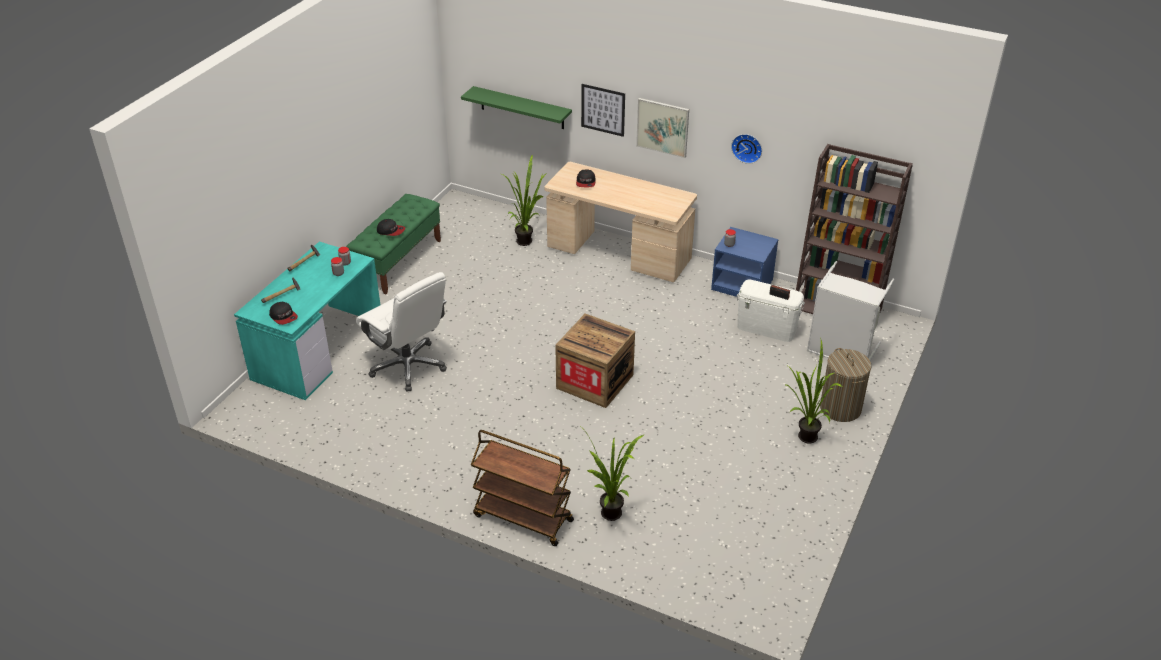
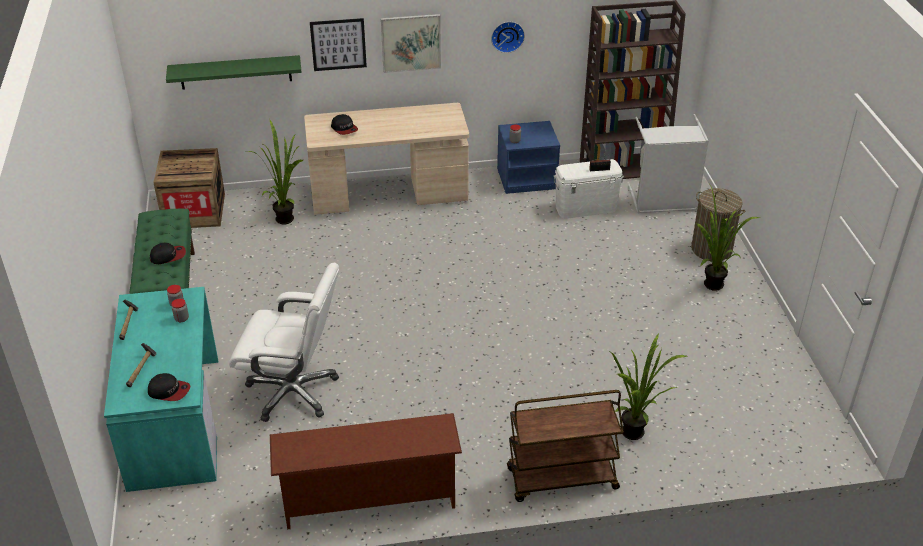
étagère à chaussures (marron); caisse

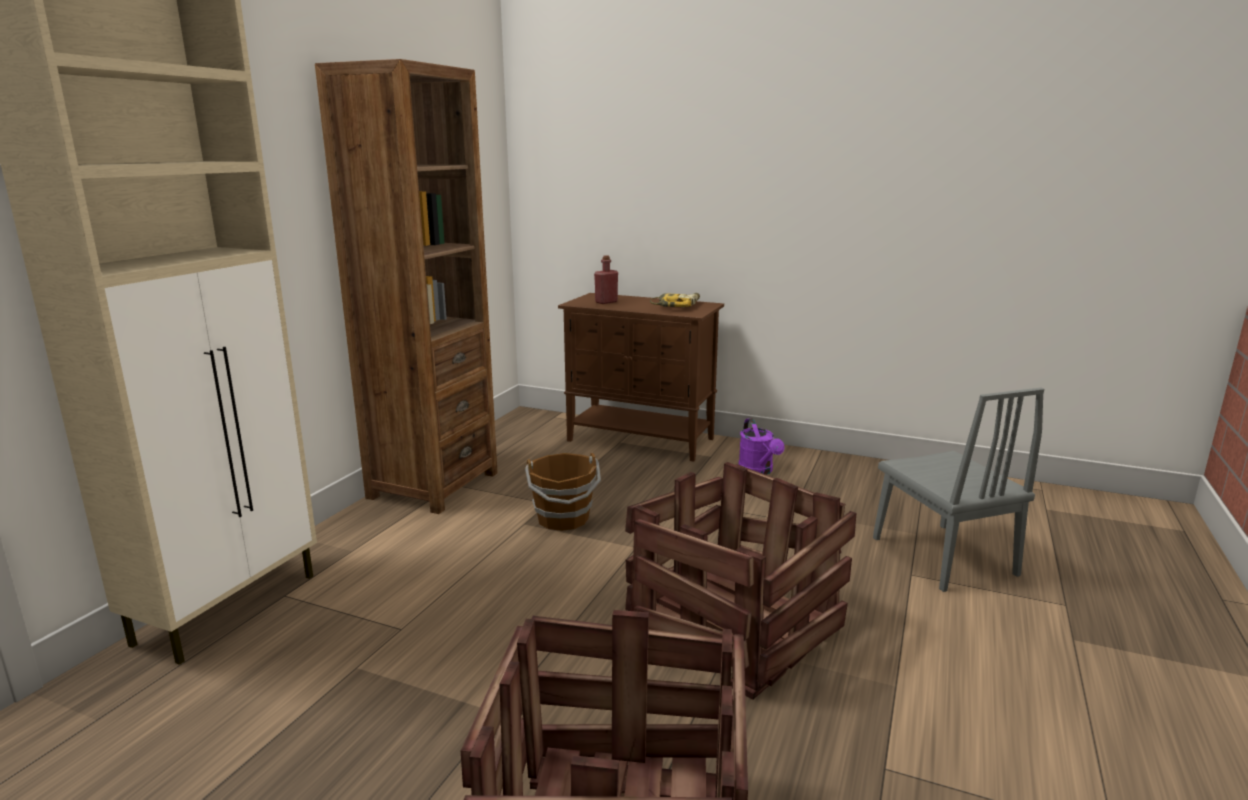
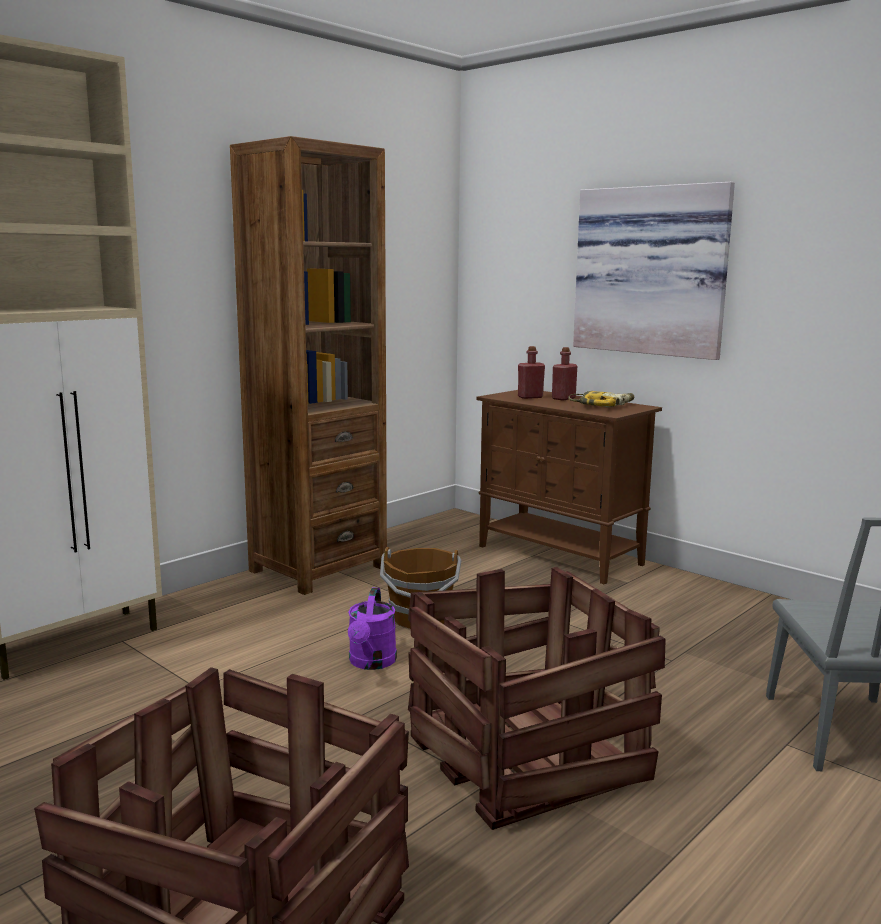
bouteille (rouge) (no. 2 from left); tableau; arrosoir (violet)

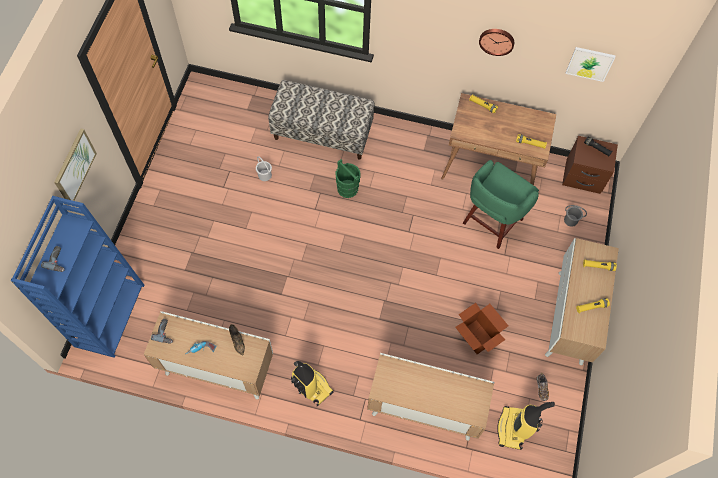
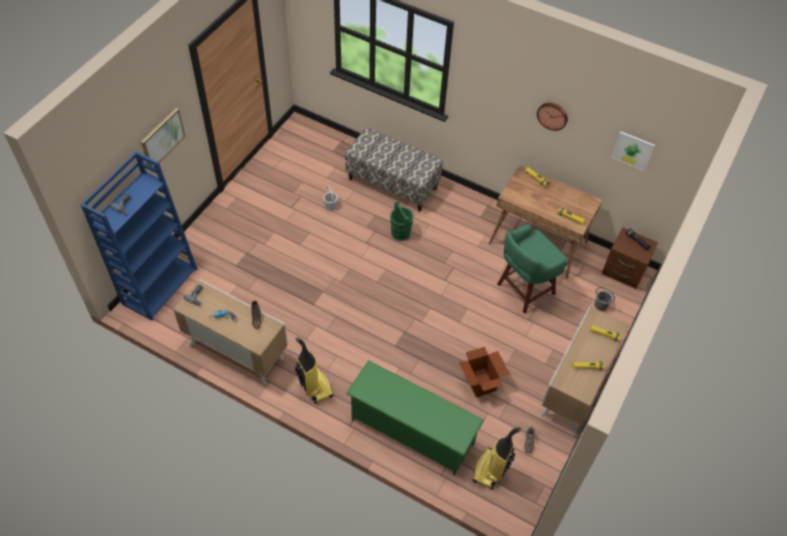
étagère à chaussures (vert)

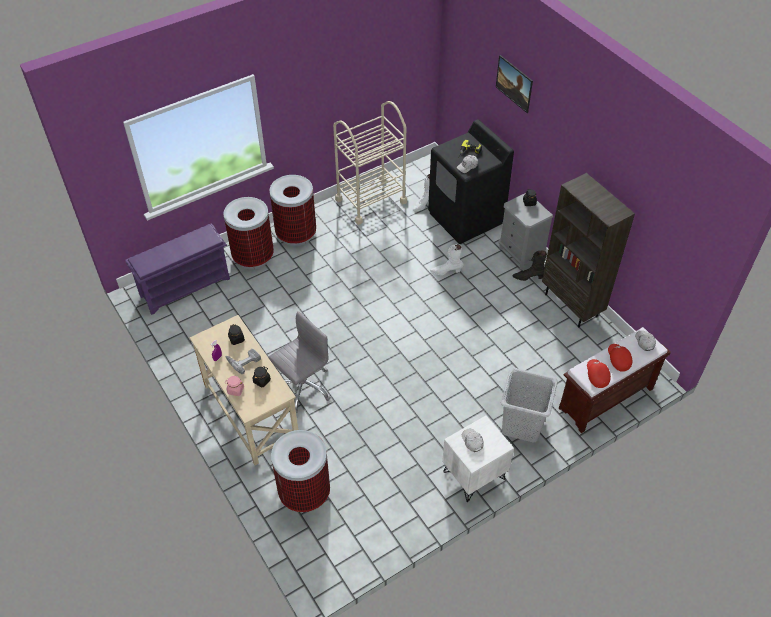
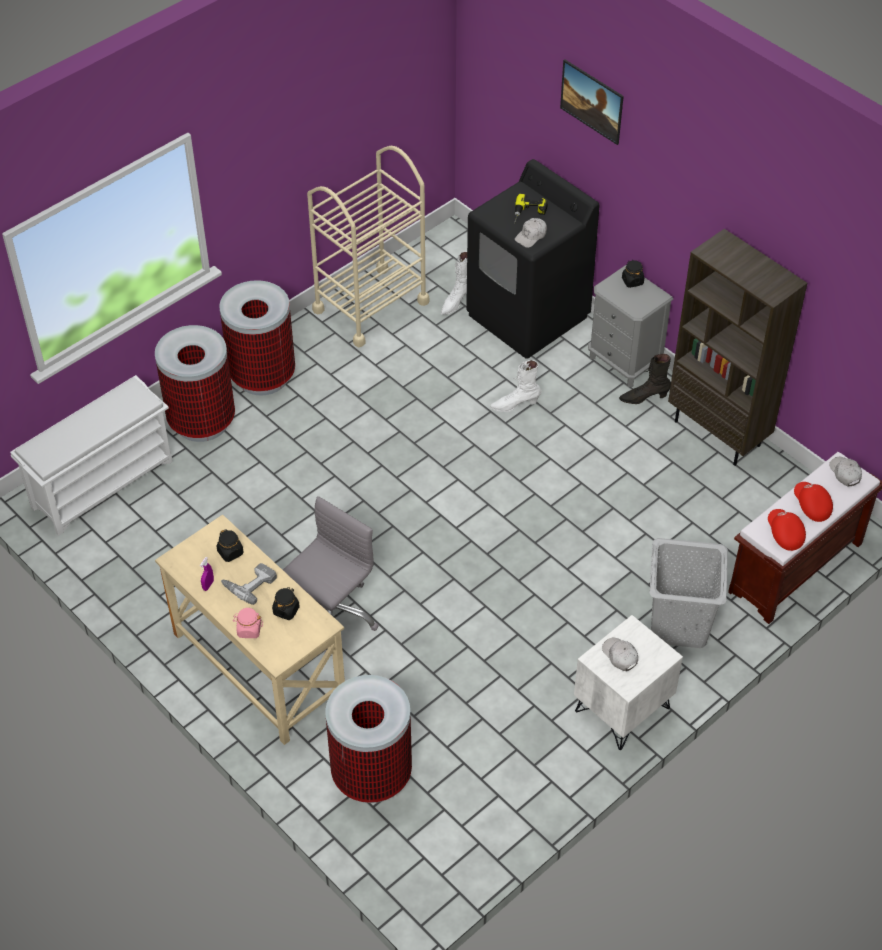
étagère à chaussures (blanc)

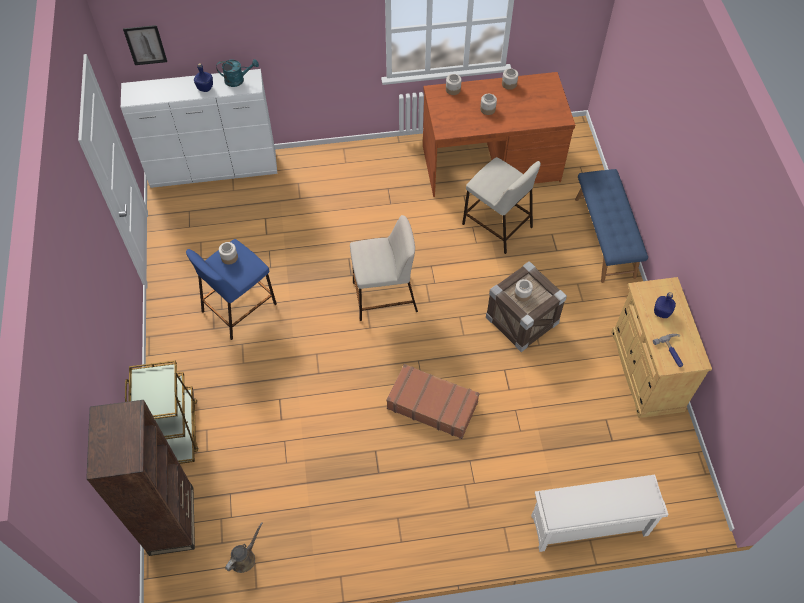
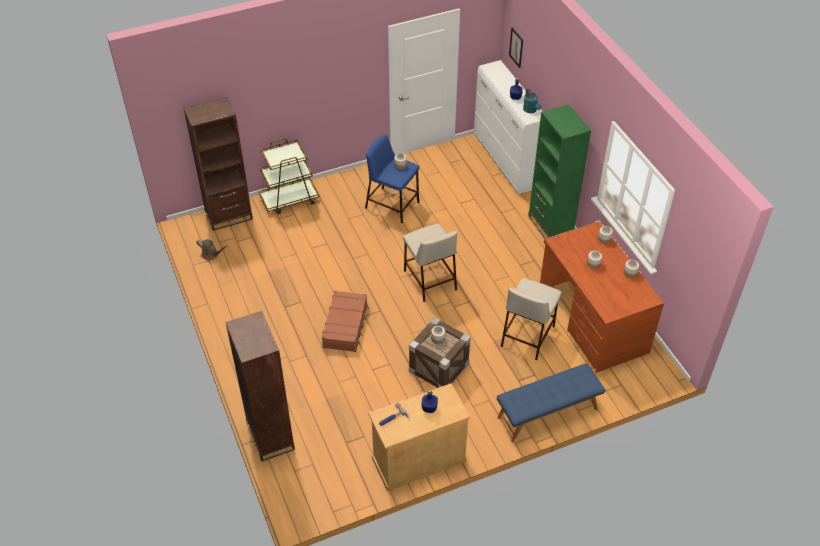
bibliothèque (vert); bibliothèque (marron) (no. 2 from left)

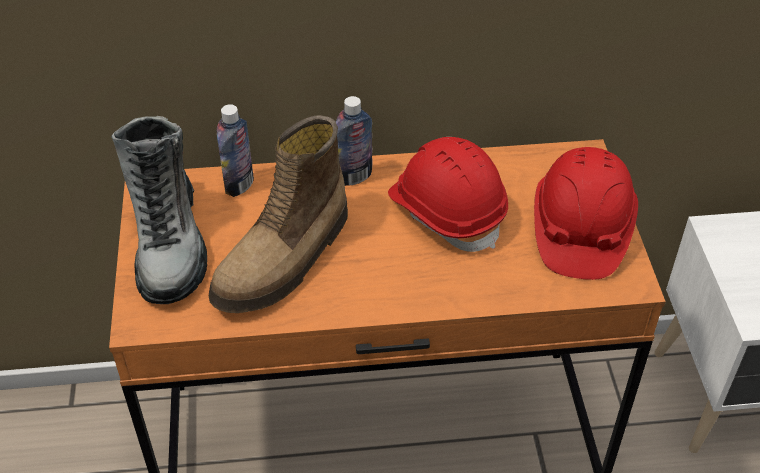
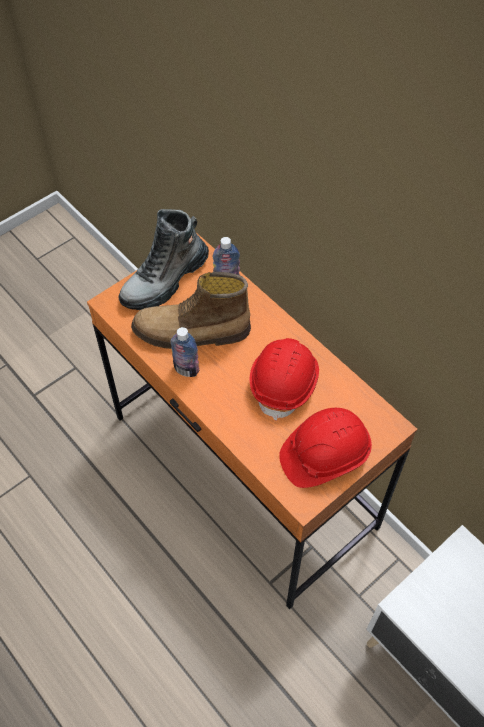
bouteille (no. 1 from left)

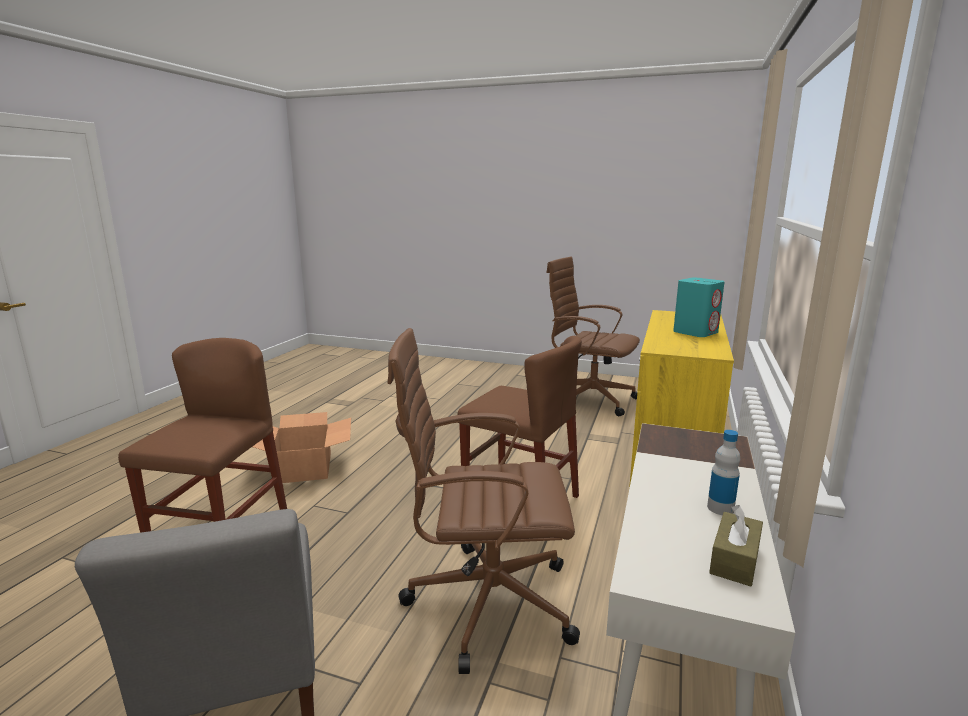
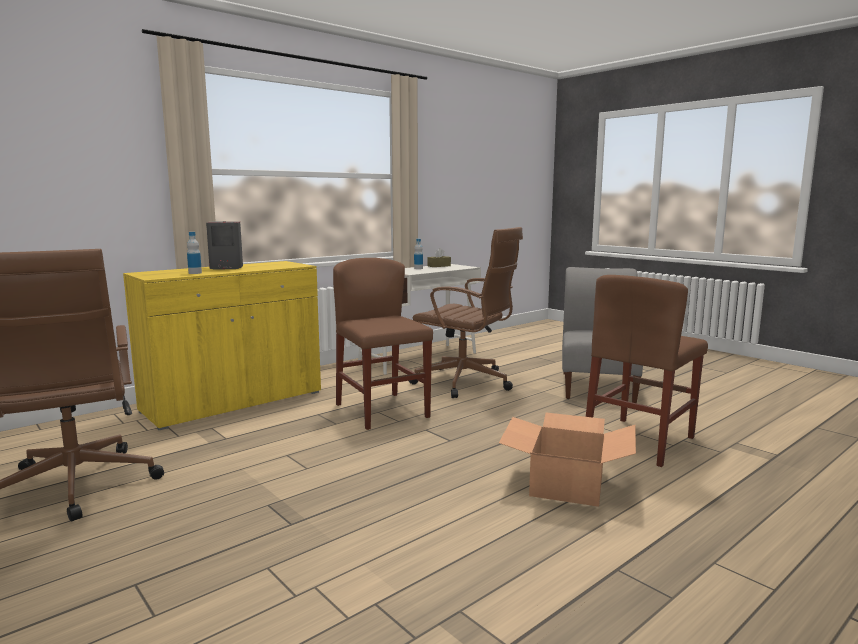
bouteille (no. 1 from left); enceinte (gris)

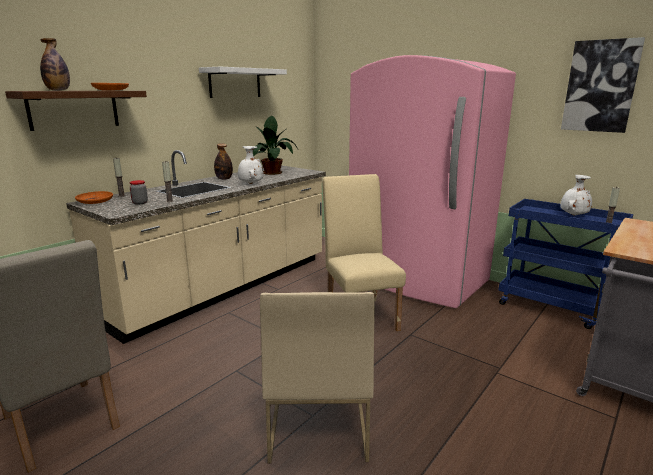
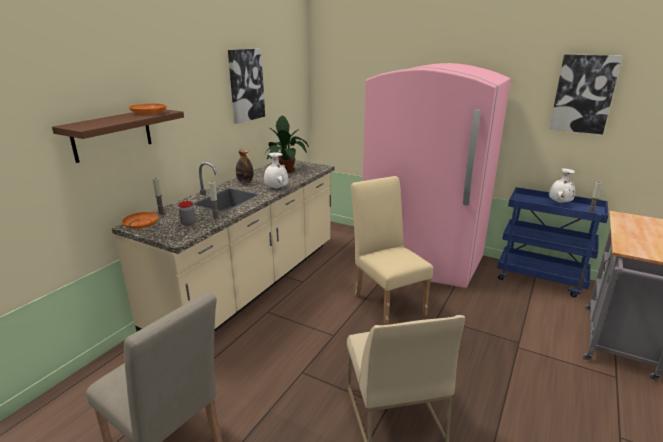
bouteille (no. 1 from left in the first image); tableau (no. 1 from left)

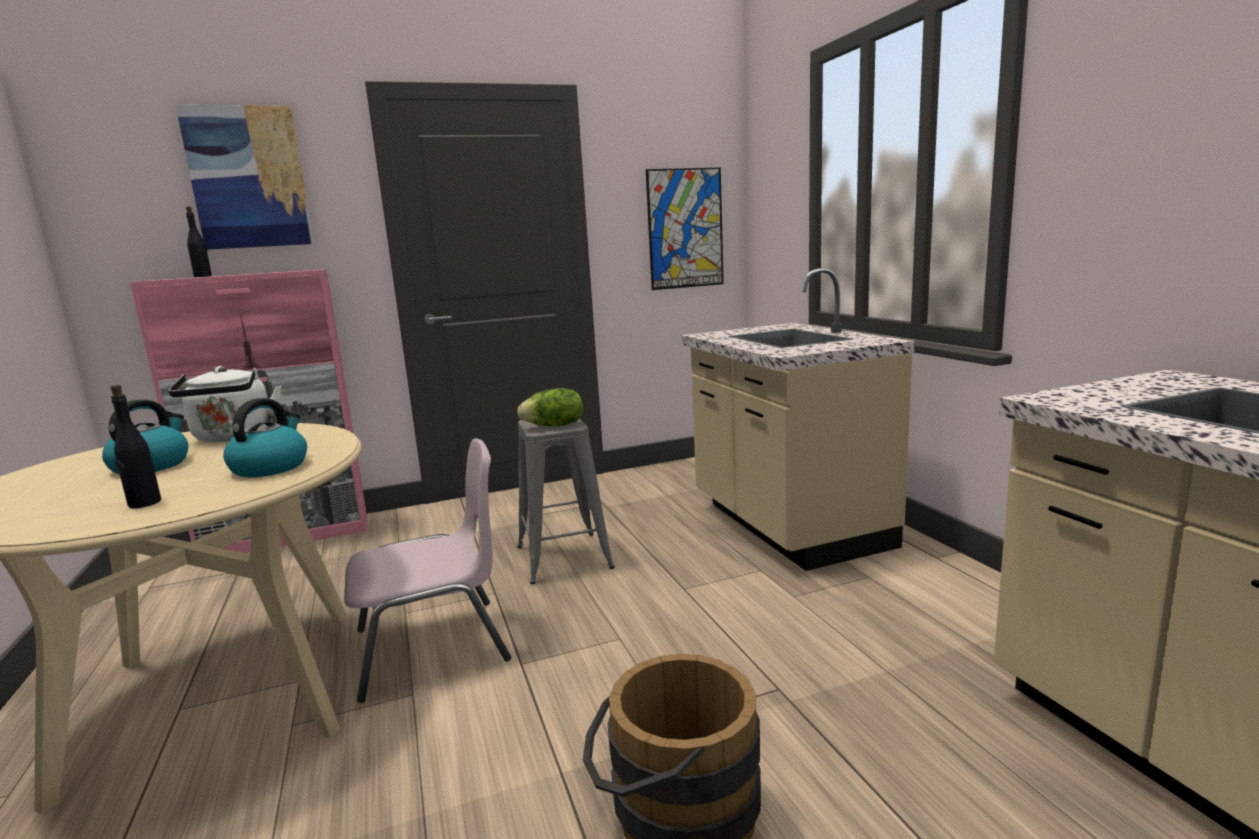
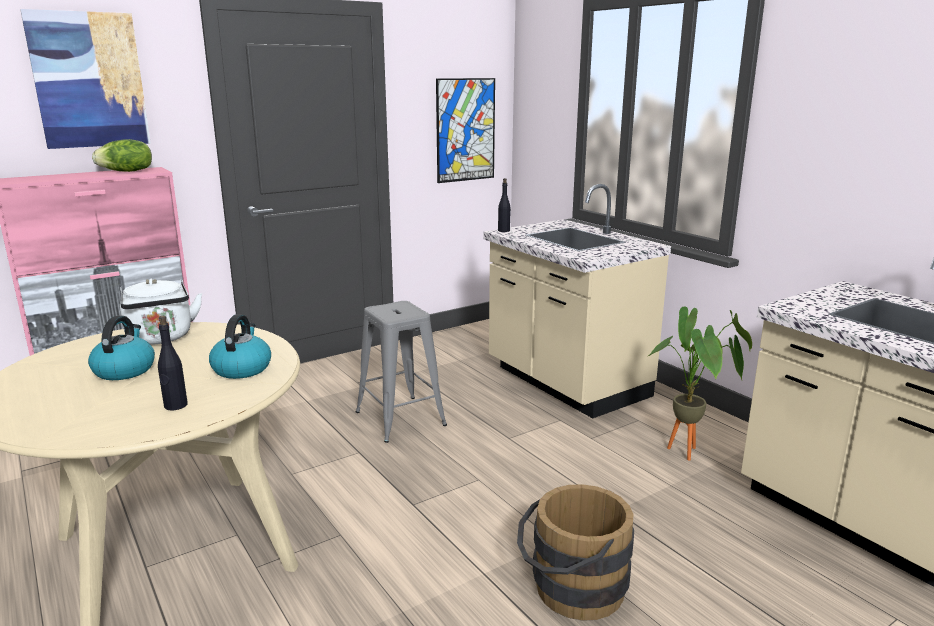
chaise (rose); plante en pot; bouteille (noir) (no. 2 from left); laitue

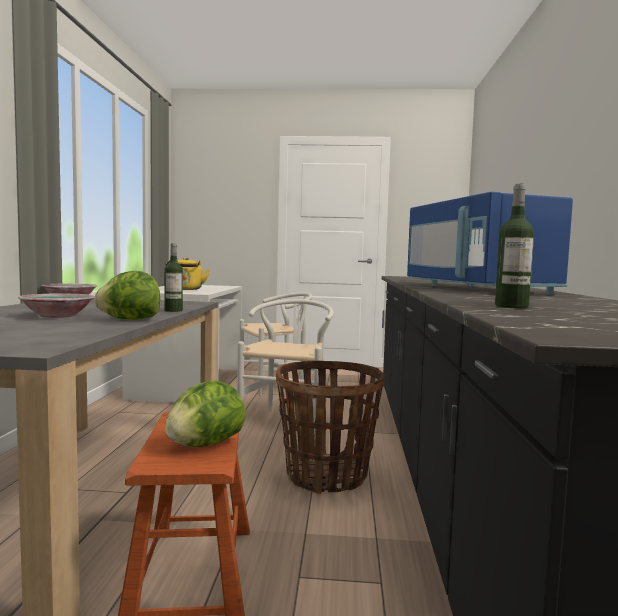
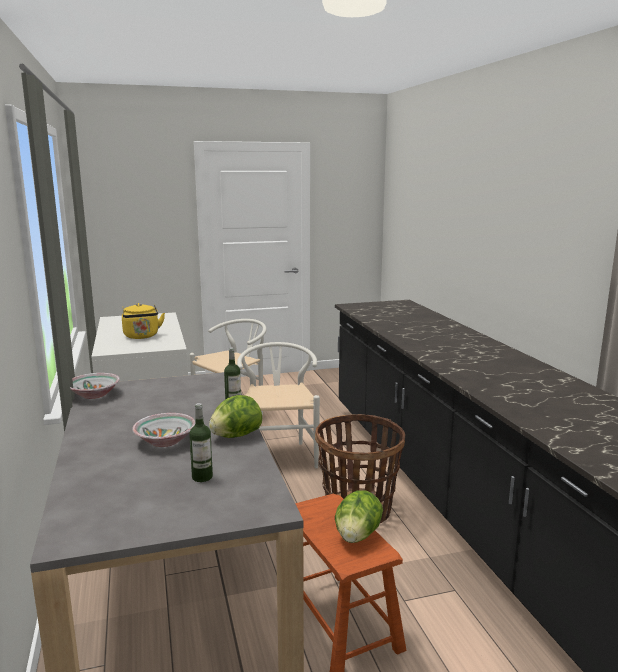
micro-ondes (bleu); bouteille (no. 1 from left)

